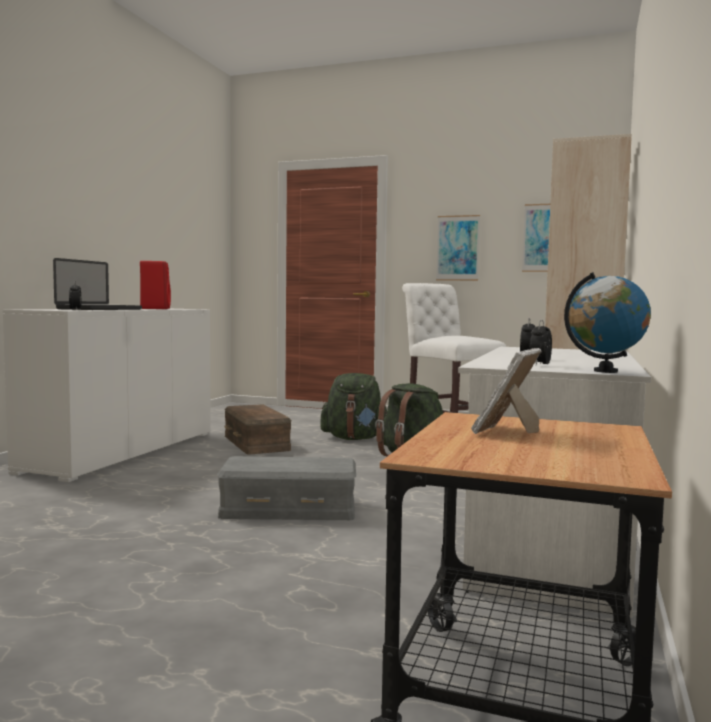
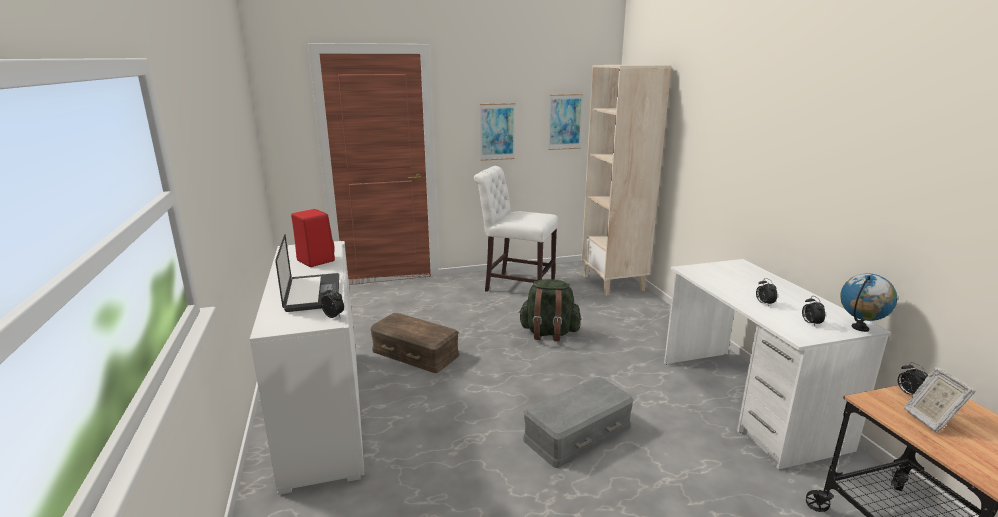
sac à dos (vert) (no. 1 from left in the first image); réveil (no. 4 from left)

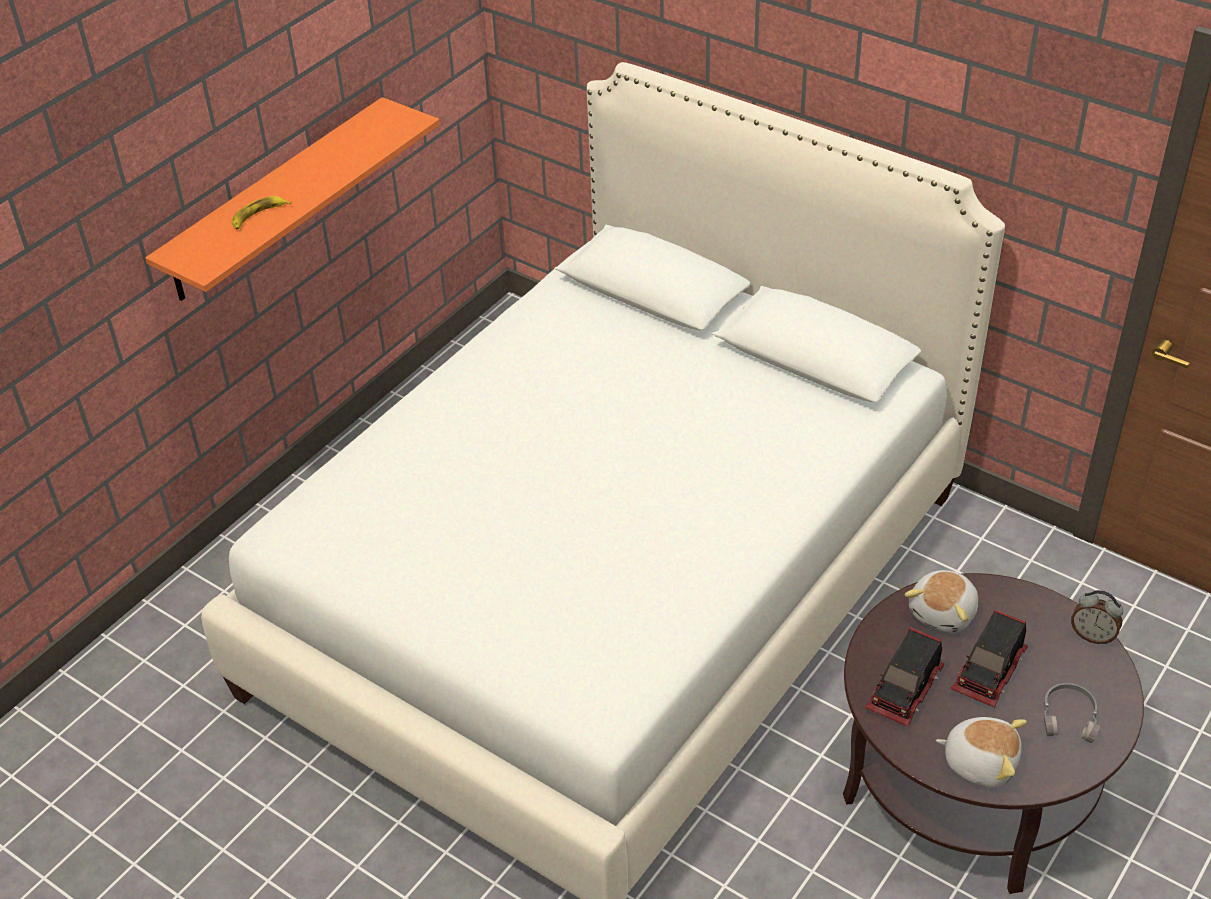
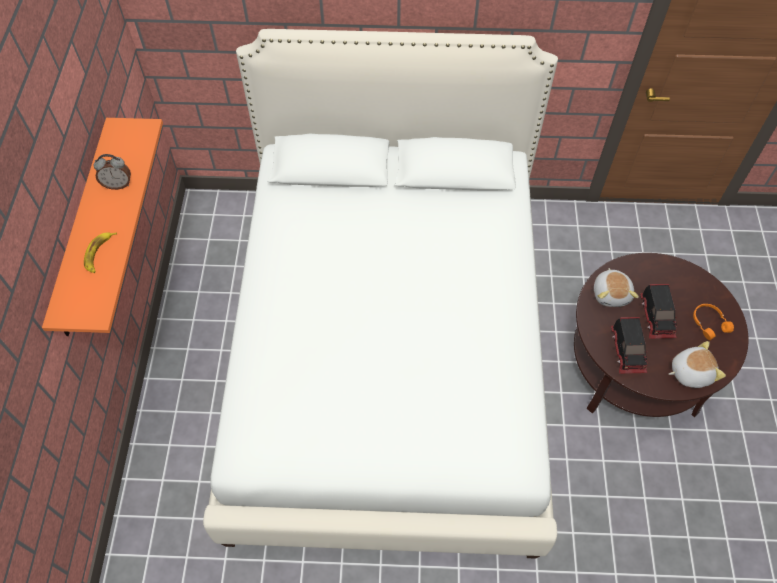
réveil; casque audio (orange)

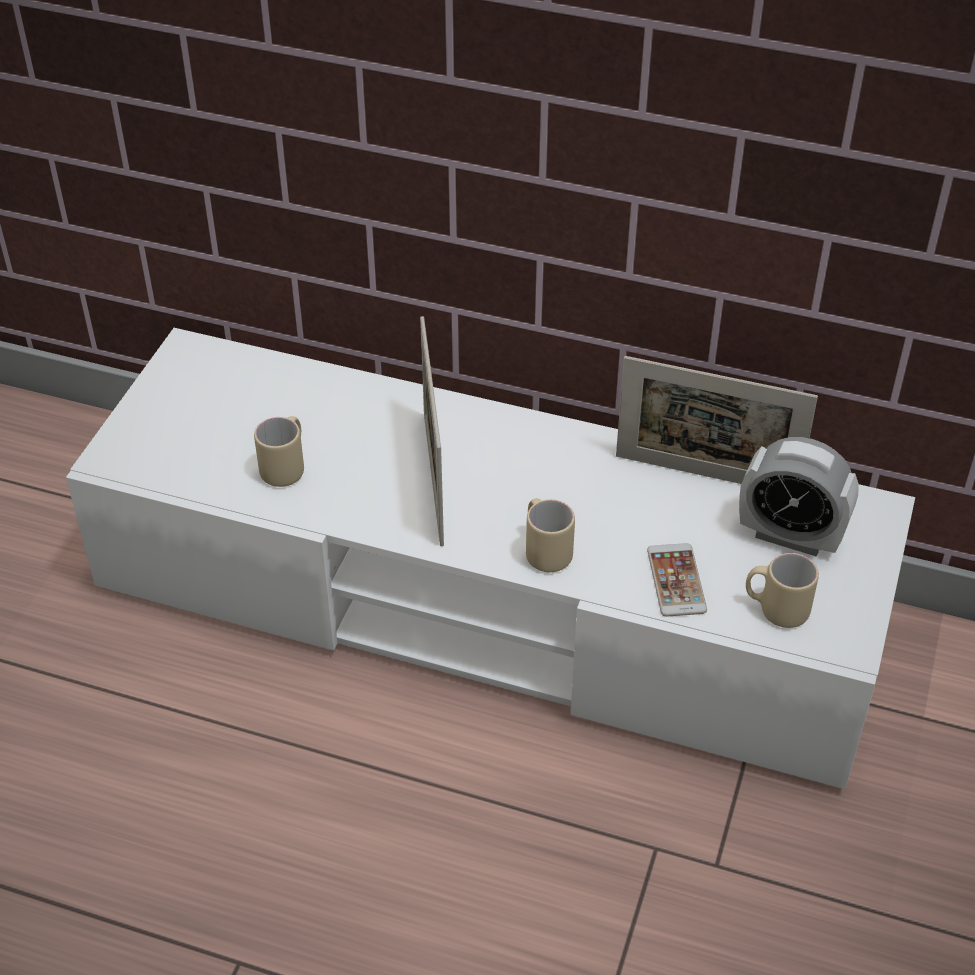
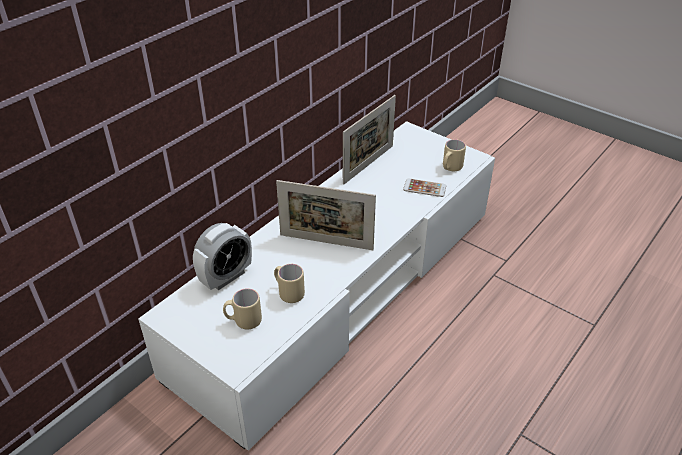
mug (beige) (no. 1 from left); réveil

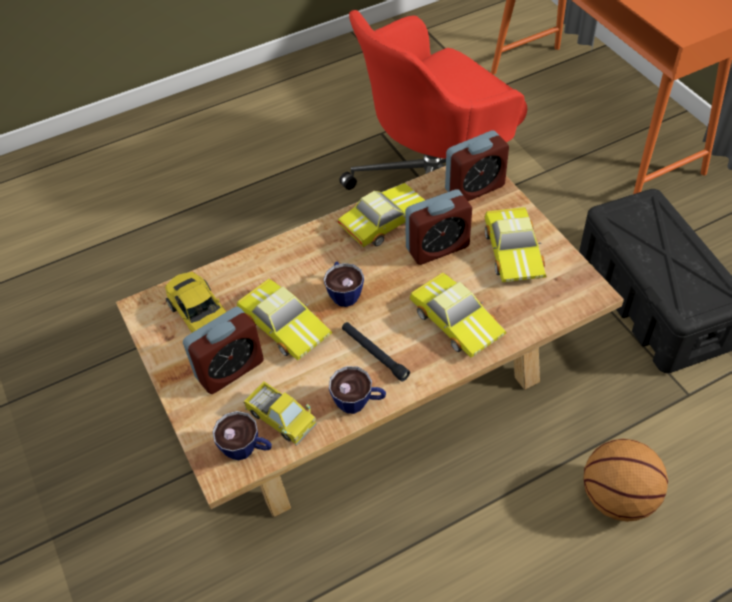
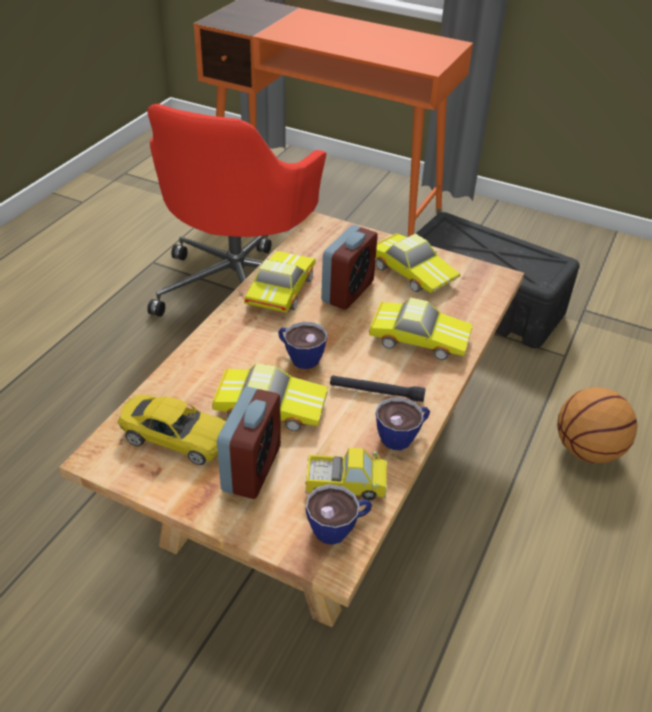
réveil (no. 3 from left in the first image)

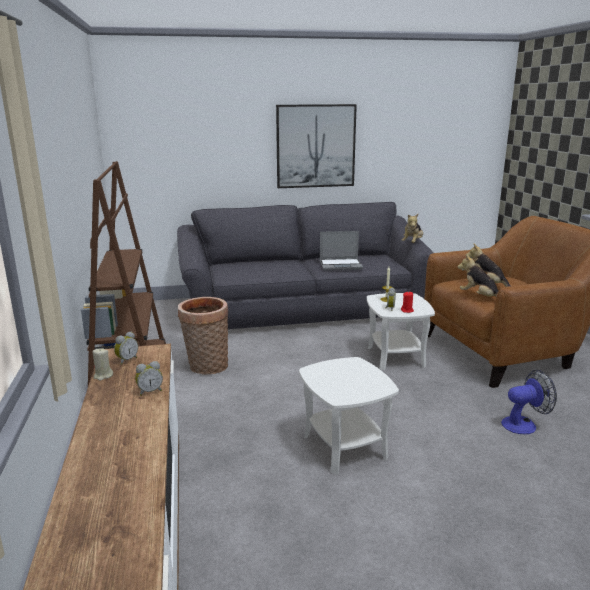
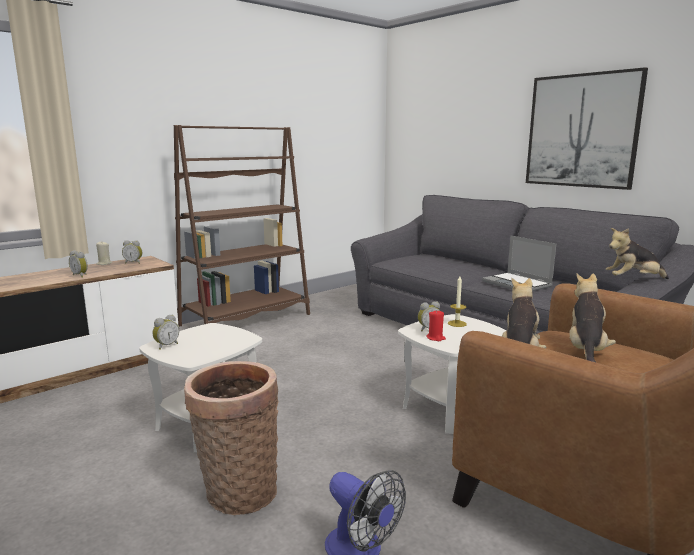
réveil (no. 3 from left); panier

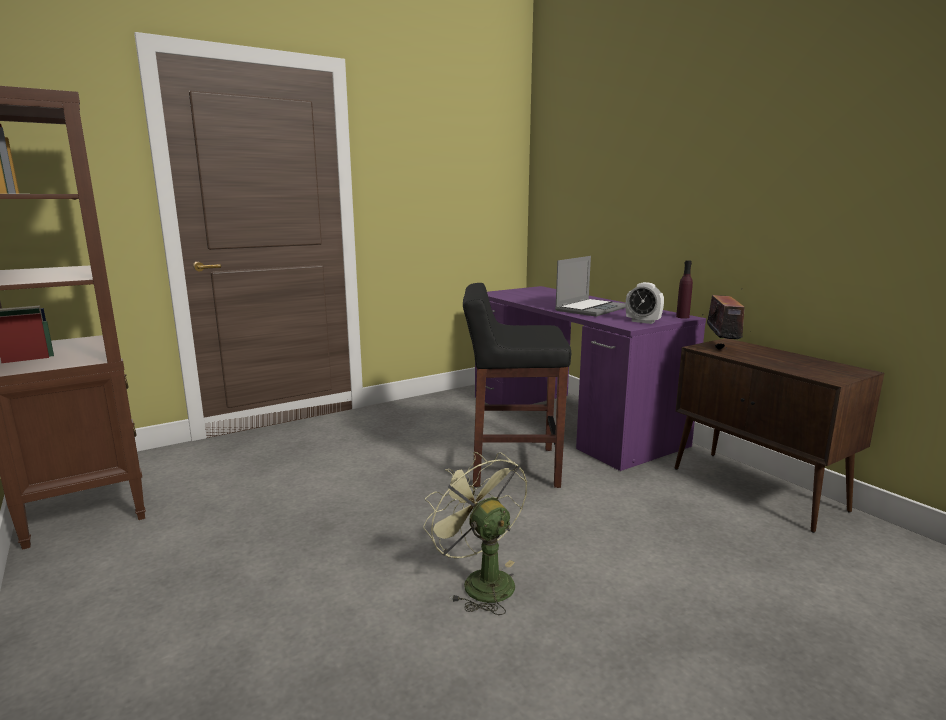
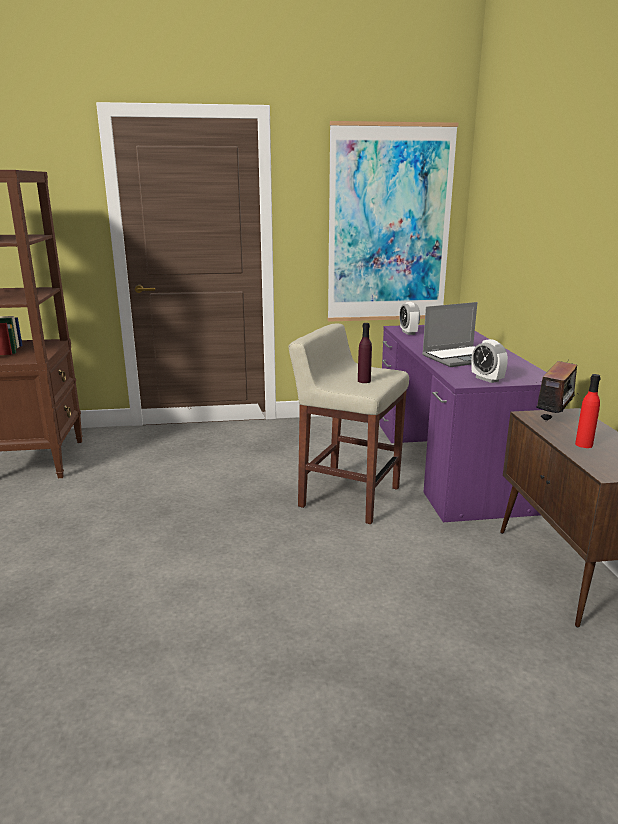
ventilateur (vert); tableau; réveil (no. 1 from left); bouteille (rouge); bouteille (violet); tabouret (beige)

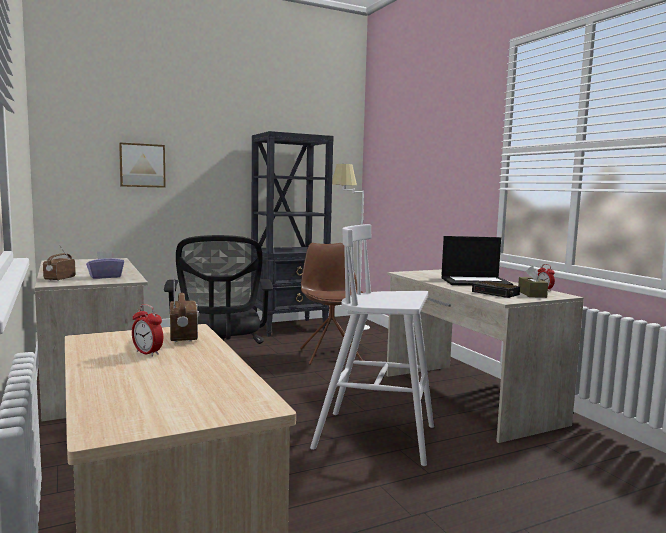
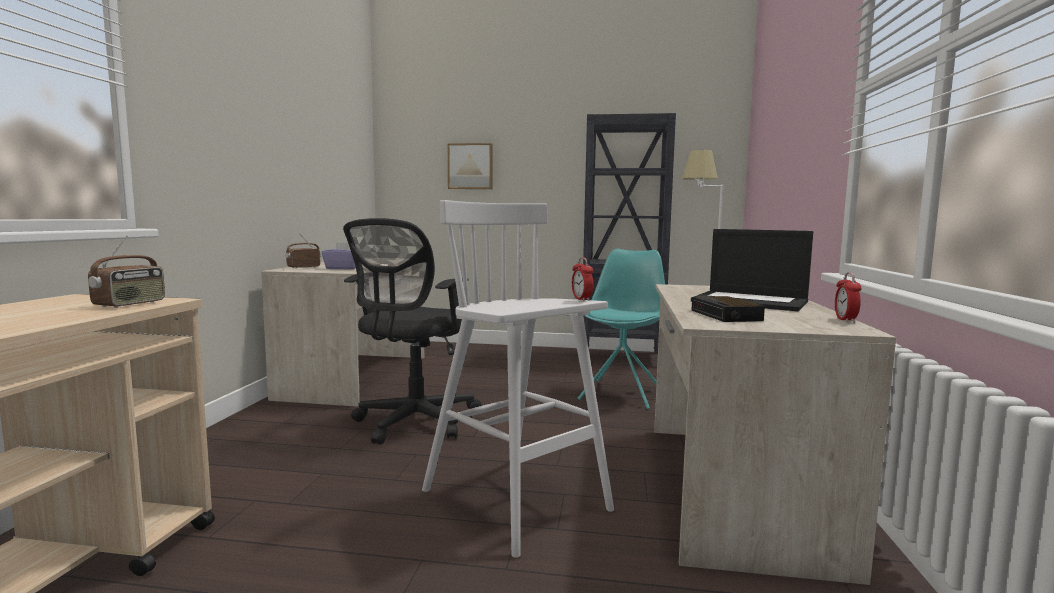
boîte à mouchoirs (marron); réveil (no. 1 from left); chaise (turquoise)

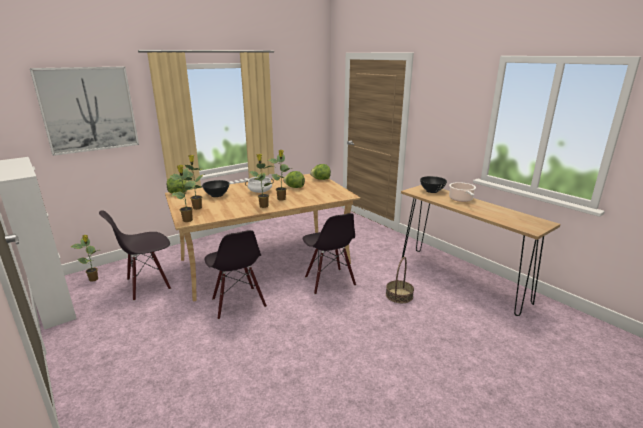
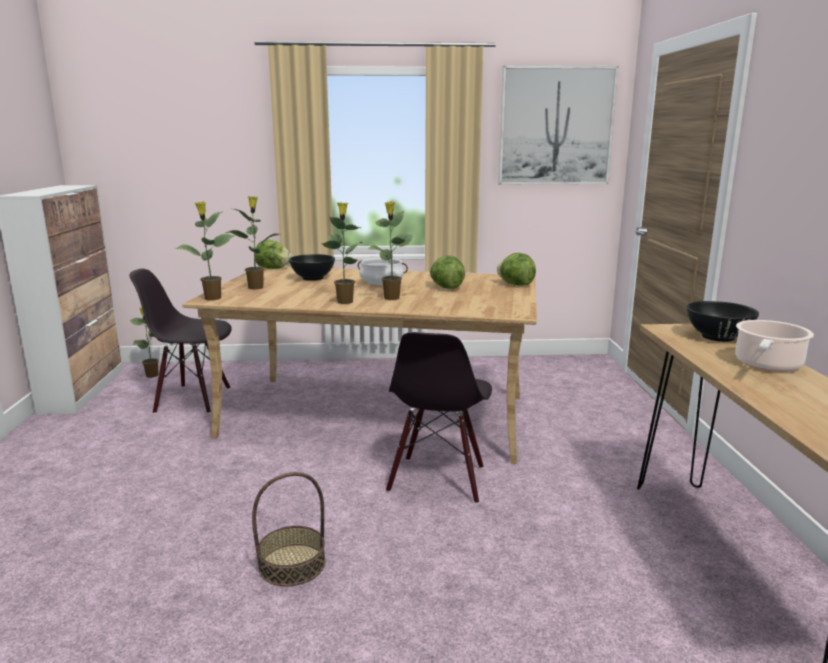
chaise (noir) (no. 2 from left in the first image); tableau; panier

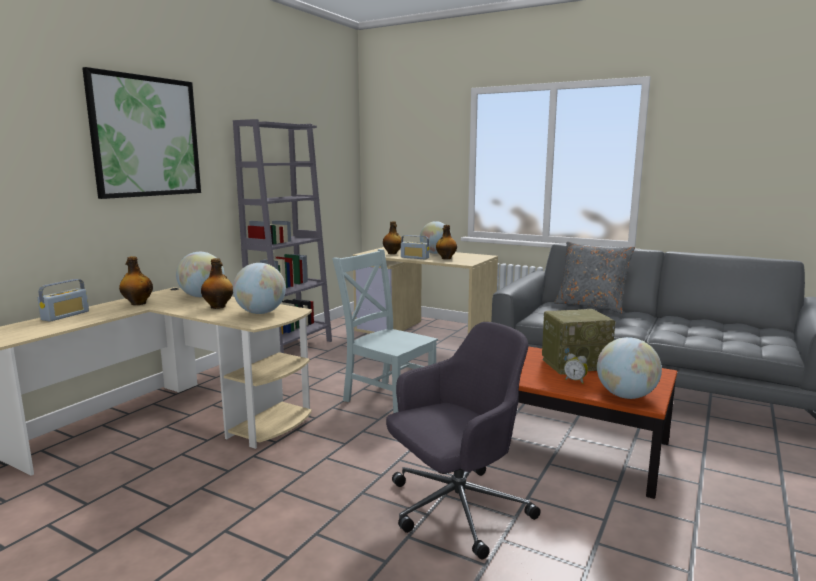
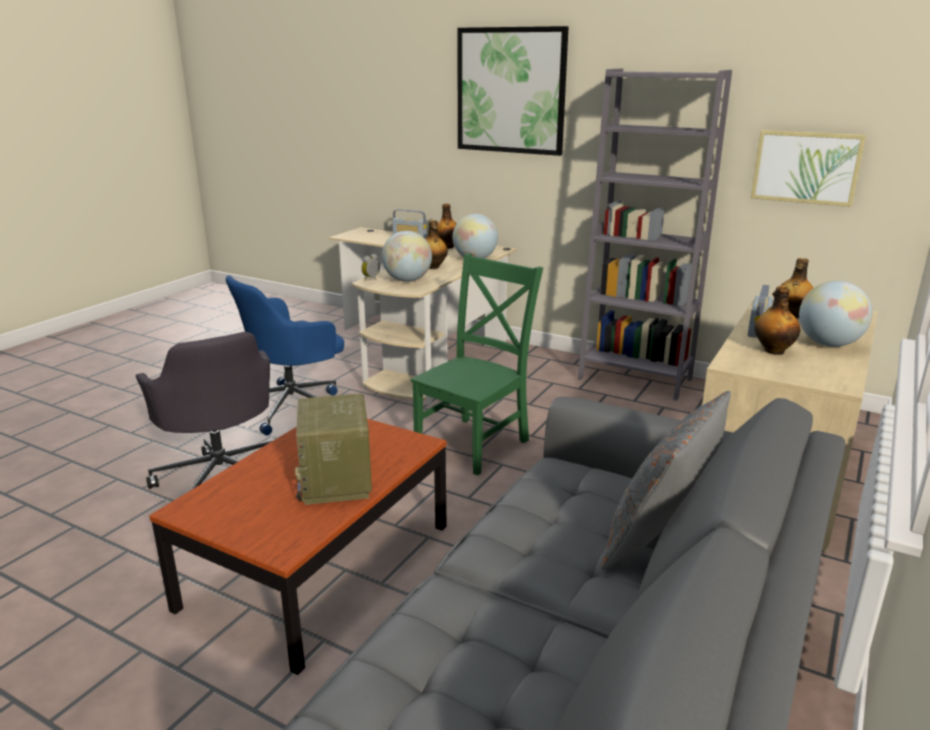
globe (no. 4 from left in the first image); chaise de bureau (bleu); tableau (no. 2 from left); réveil; chaise (vert)

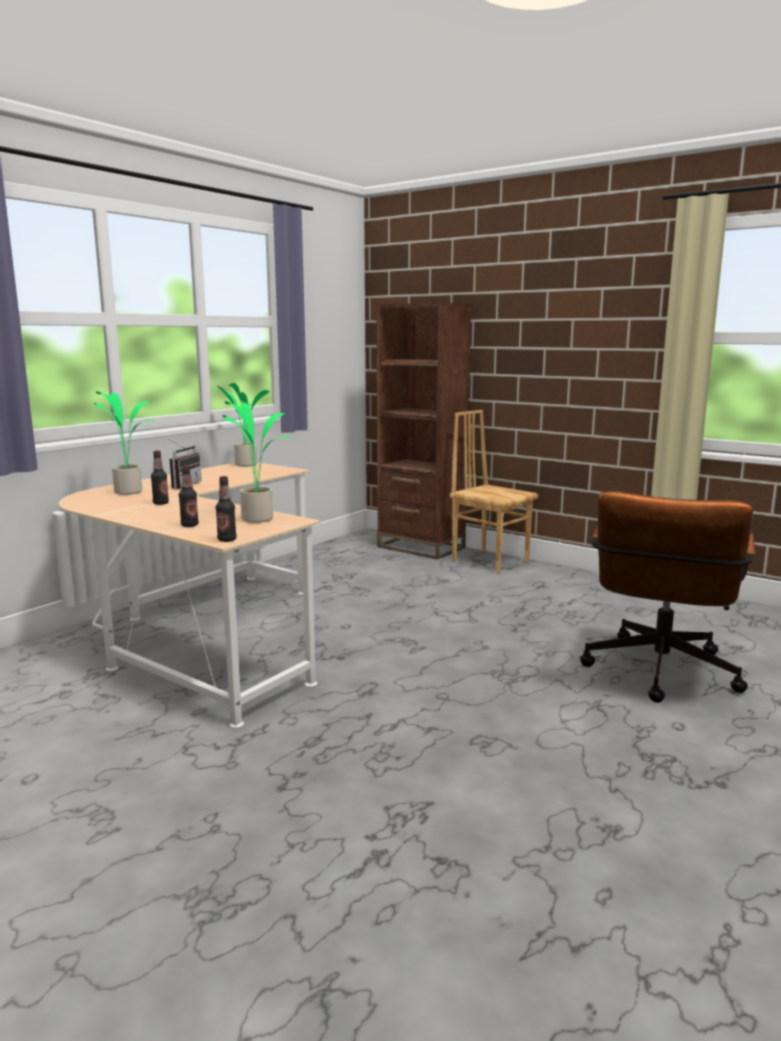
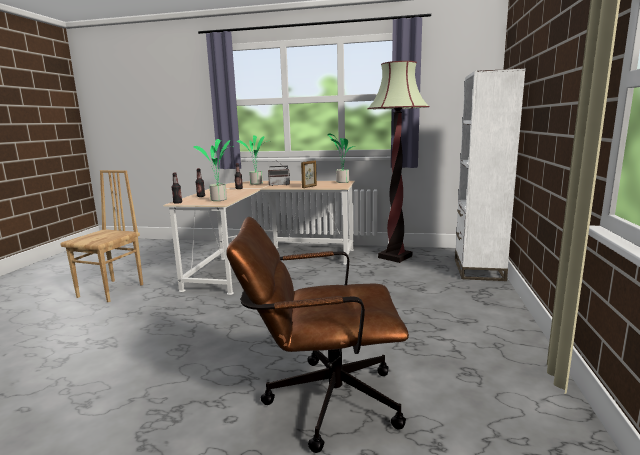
cadre photo; lampadaire; chaise (marron); bibliothèque (blanc)

